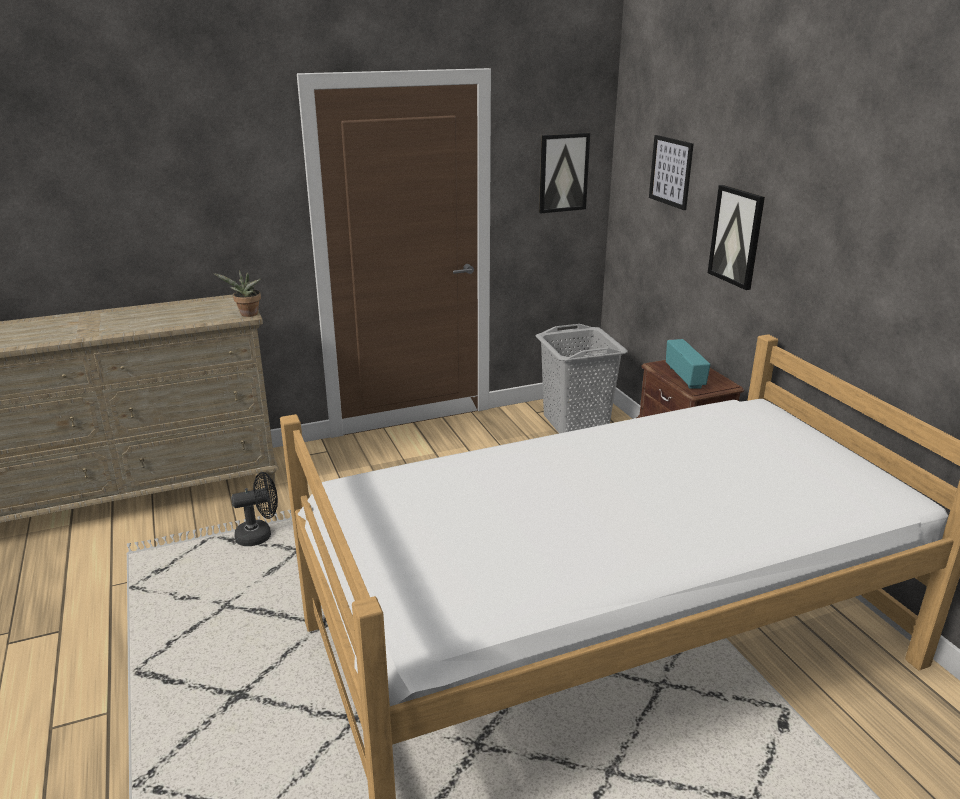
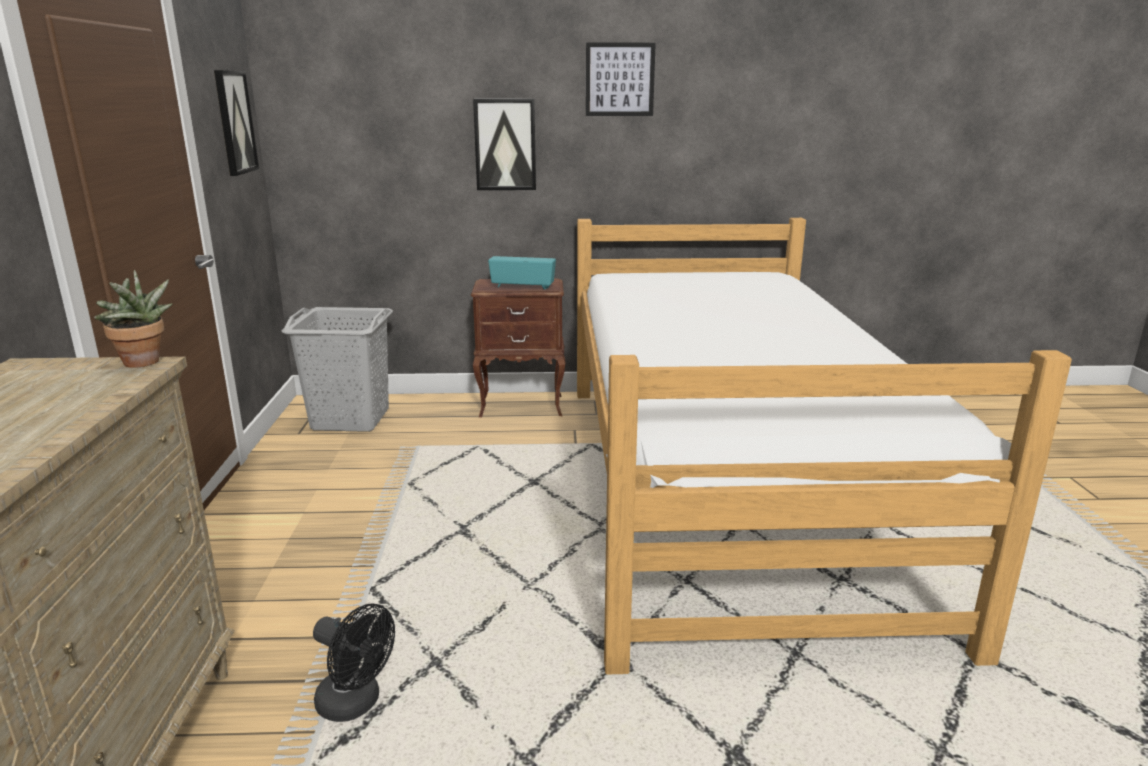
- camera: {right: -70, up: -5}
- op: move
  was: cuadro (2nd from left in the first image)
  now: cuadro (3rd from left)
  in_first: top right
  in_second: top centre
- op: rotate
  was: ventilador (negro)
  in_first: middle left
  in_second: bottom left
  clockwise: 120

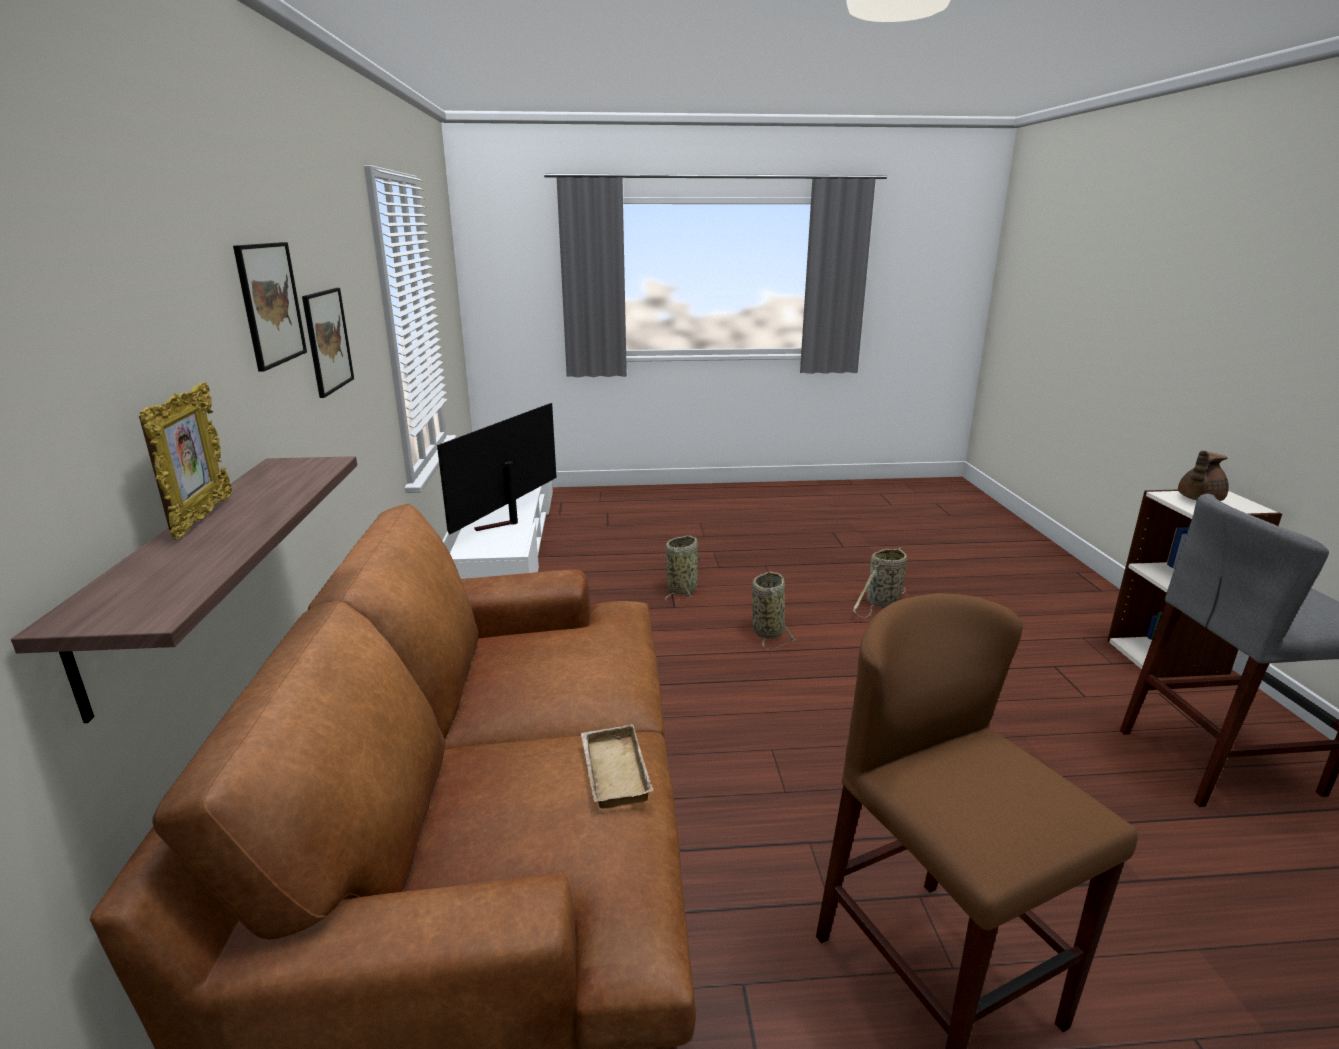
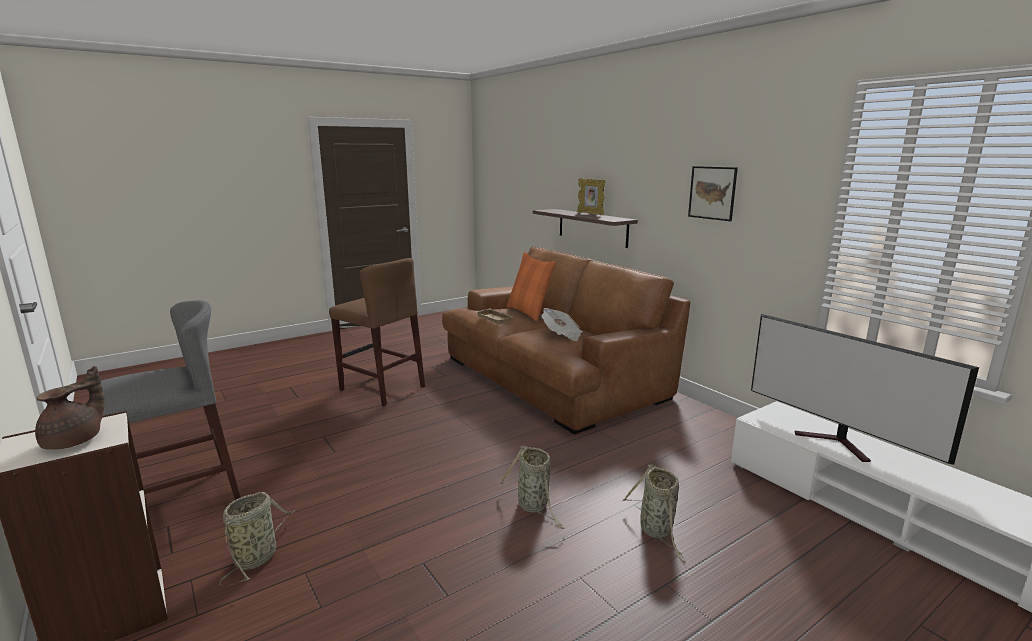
- camera: {right: 150, up: -5}
- op: delete
  was: cuadro (1st from left)
  in_first: top left
- op: rotate
  was: televisor
  in_first: centre
  in_second: middle right
  clockwise: 150
- op: move
  was: cesta (3rd from left in the first image)
  now: cesta (1st from left)
  in_first: centre
  in_second: bottom left
- op: insert
  now: cojín (naranja)
  in_second: centre
- op: insert
  now: periódico
  in_second: centre

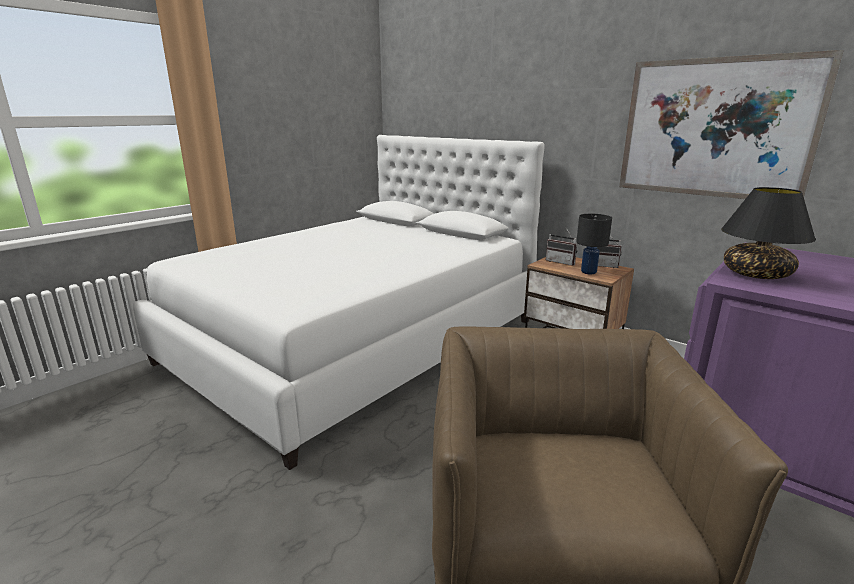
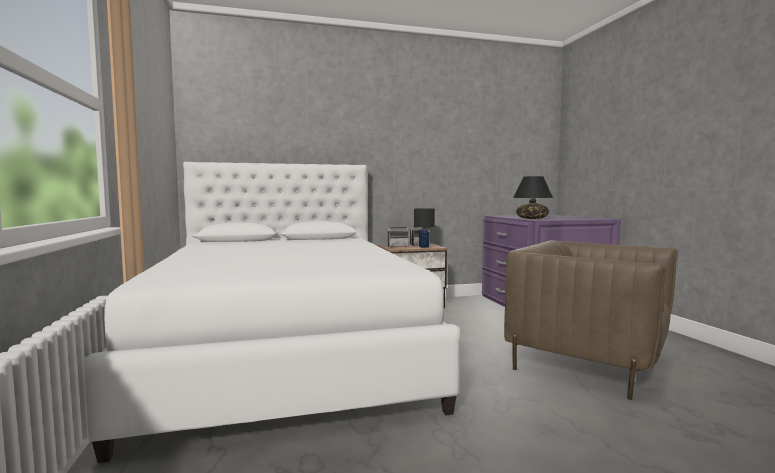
- camera: {right: -55, up: -15}
- op: delete
  was: cuadro
  in_first: top right

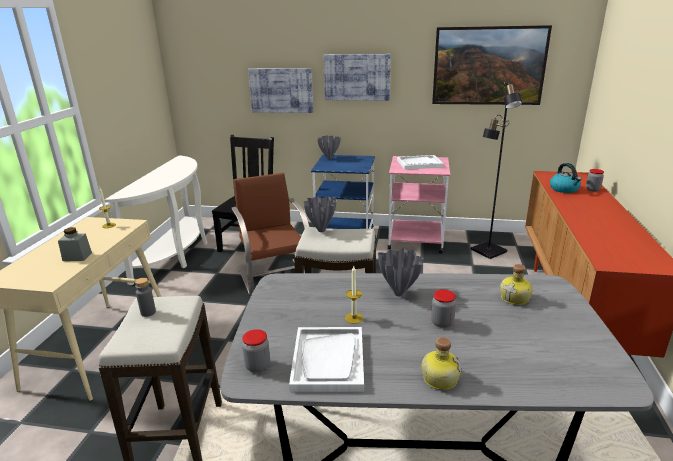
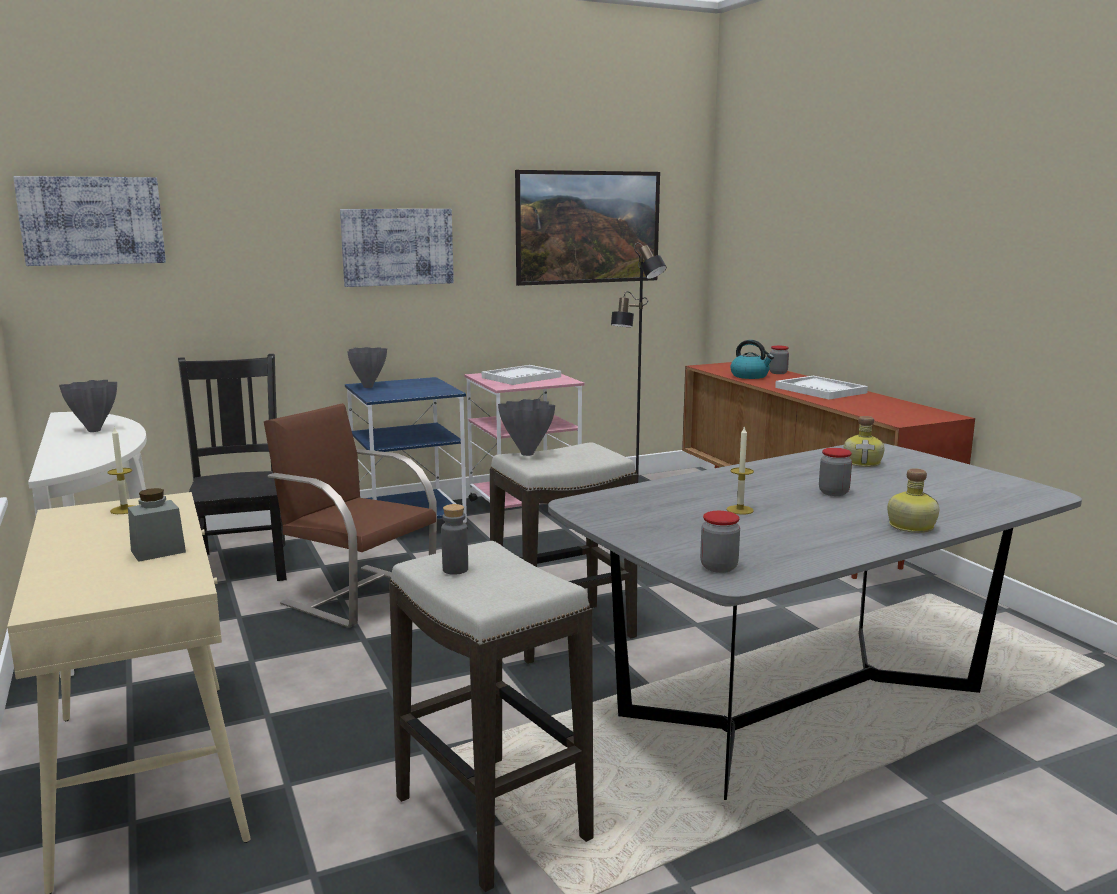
- camera: {right: -35, up: -10}
- op: move
  was: cuadro (1st from left)
  in_first: top centre
  in_second: top left
- op: move
  was: florero (gris) (3rd from left in the first image)
  now: florero (gris) (1st from left)
  in_first: centre
  in_second: middle left
- op: move
  was: bandeja (blanco) (1st from left in the first image)
  now: bandeja (blanco) (2nd from left)
  in_first: bottom centre
  in_second: middle right

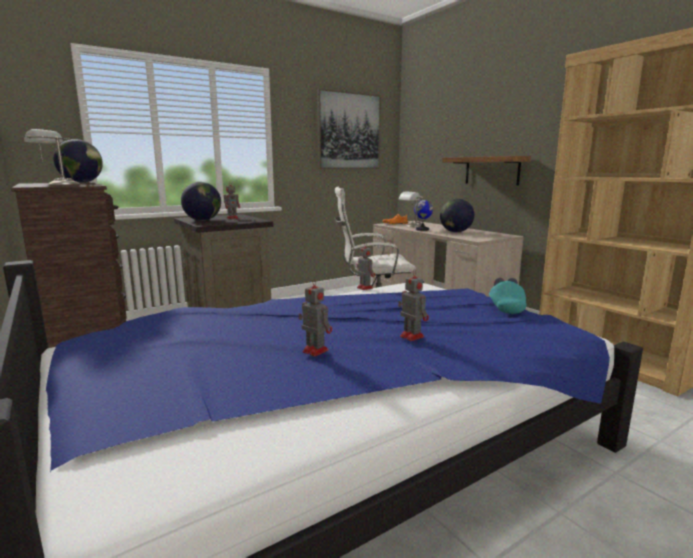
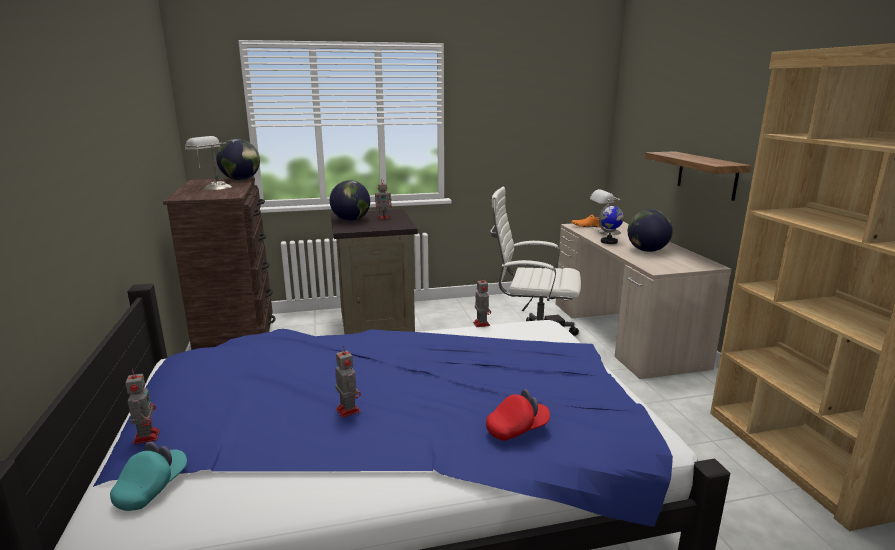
- camera: {right: 20, up: 5}
- op: delete
  was: cuadro
  in_first: top centre
- op: move
  was: robot de juguete (4th from left in the first image)
  now: robot de juguete (1st from left)
  in_first: centre
  in_second: bottom left
- op: move
  was: gorra (turquesa)
  in_first: middle right
  in_second: bottom left
- op: insert
  now: gorra (rojo)
  in_second: bottom centre

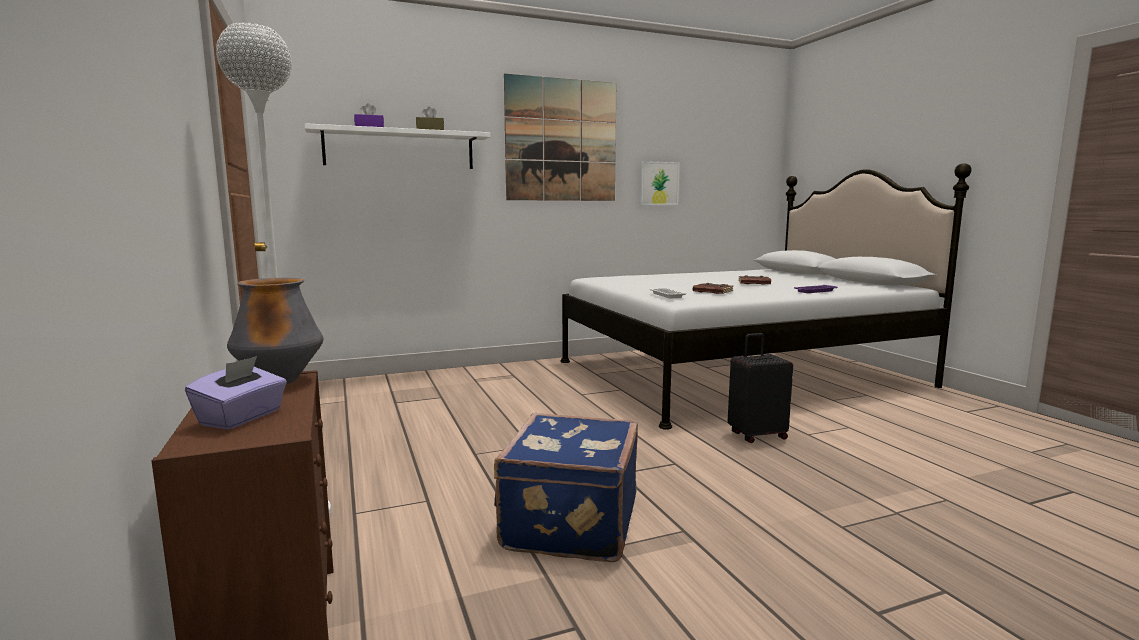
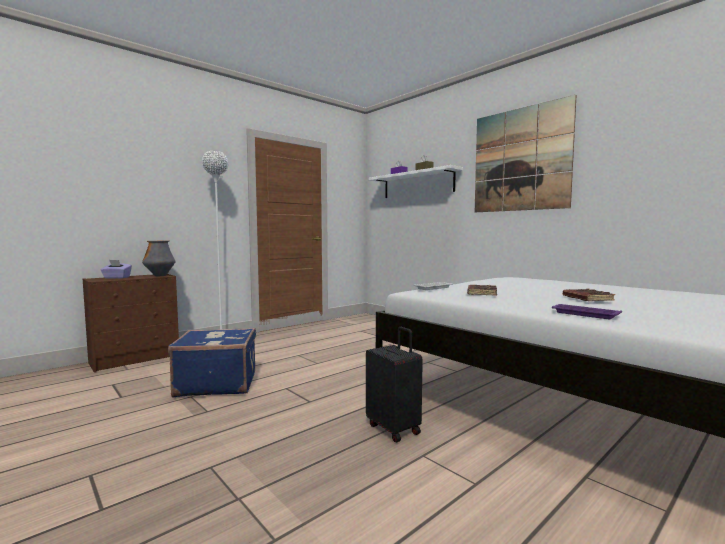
- camera: {right: 70, up: -5}
- op: delete
  was: cuadro (2nd from left)
  in_first: top centre

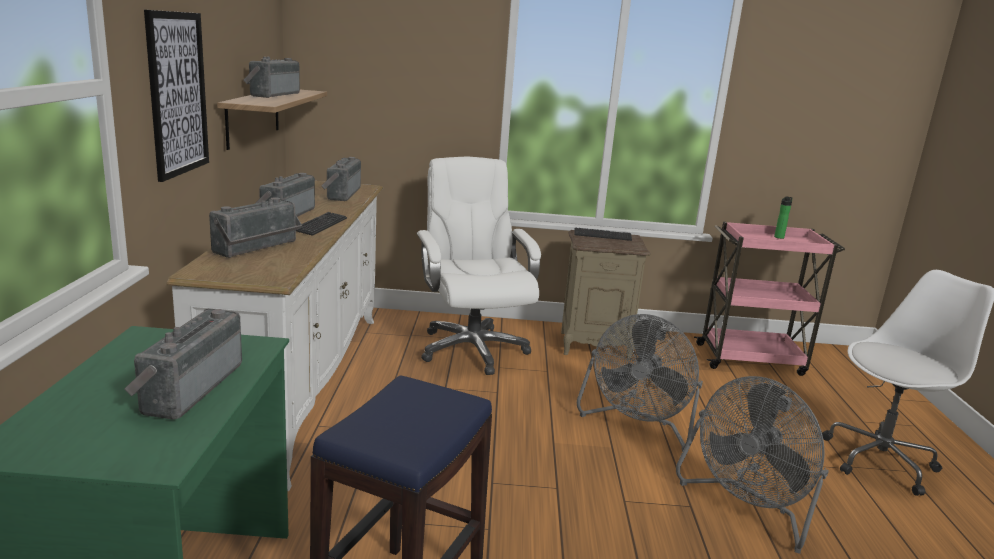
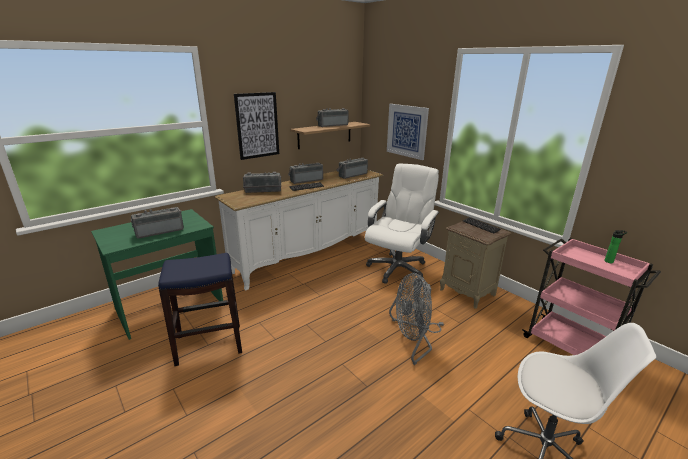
- camera: {right: 50, up: 5}
- op: delete
  was: ventilador (gris) (2nd from left)
  in_first: bottom right
- op: insert
  now: cuadro (2nd from left)
  in_second: top centre

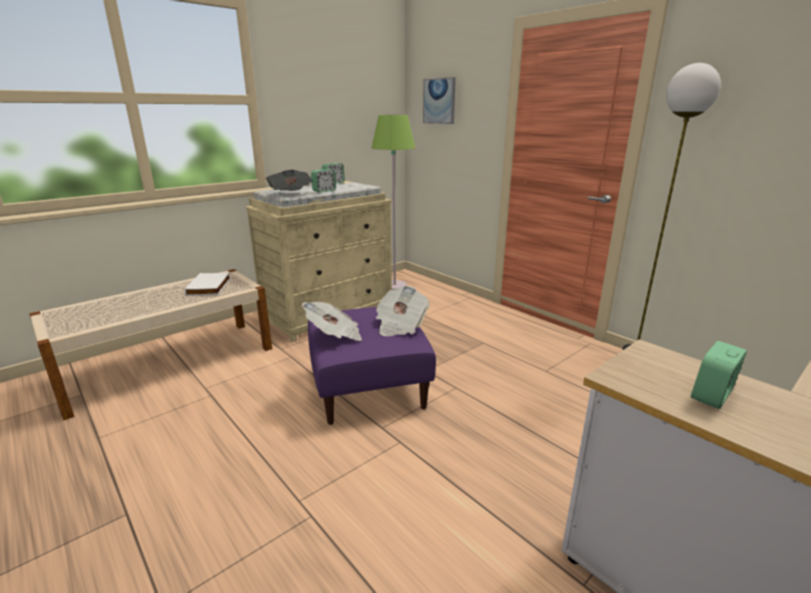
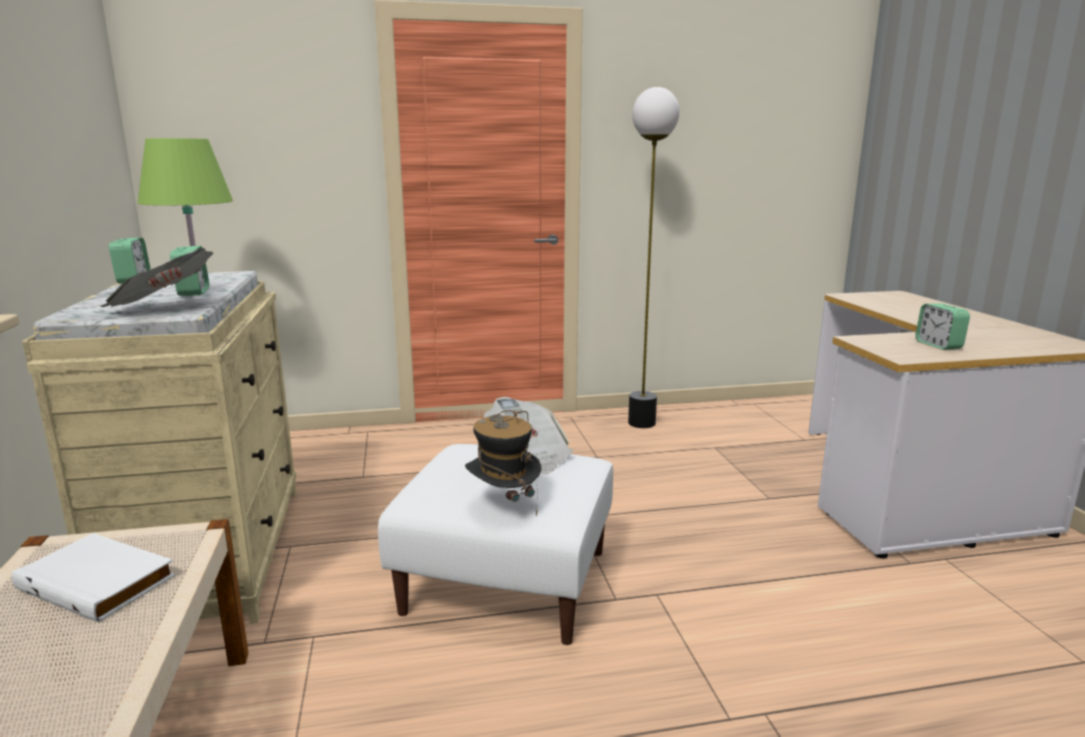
- camera: {right: -60, up: -5}
- op: delete
  was: cuadro
  in_first: top centre
- op: replace
  was: periódico (2nd from left)
  now: sombrero
  in_first: centre
  in_second: centre
- op: recolor
  was: puf (morado)
  now: puf (blanco)
  in_first: centre
  in_second: bottom centre

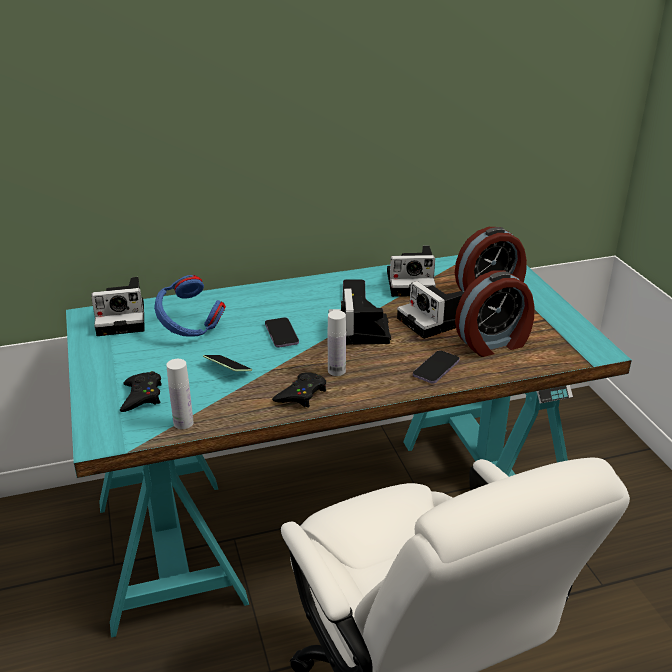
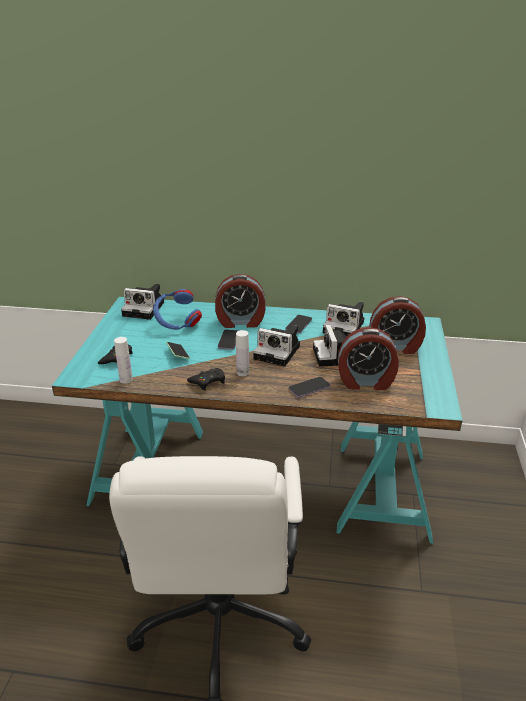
- camera: {right: 25, up: 0}
- op: rotate
  was: cámara (2nd from left)
  in_first: centre
  in_second: centre
  clockwise: -90
- op: insert
  now: despertador (1st from left)
  in_second: centre

